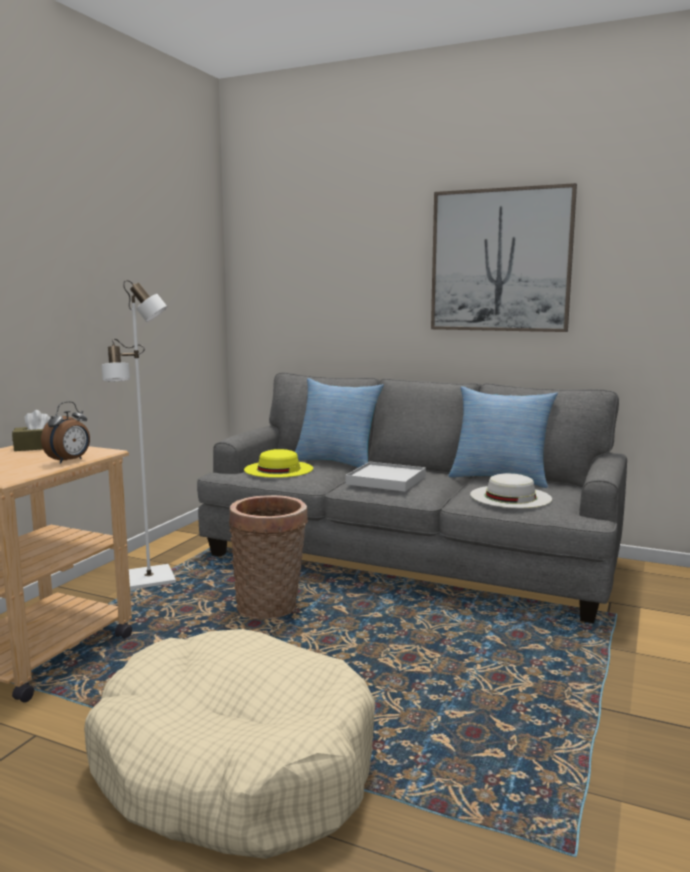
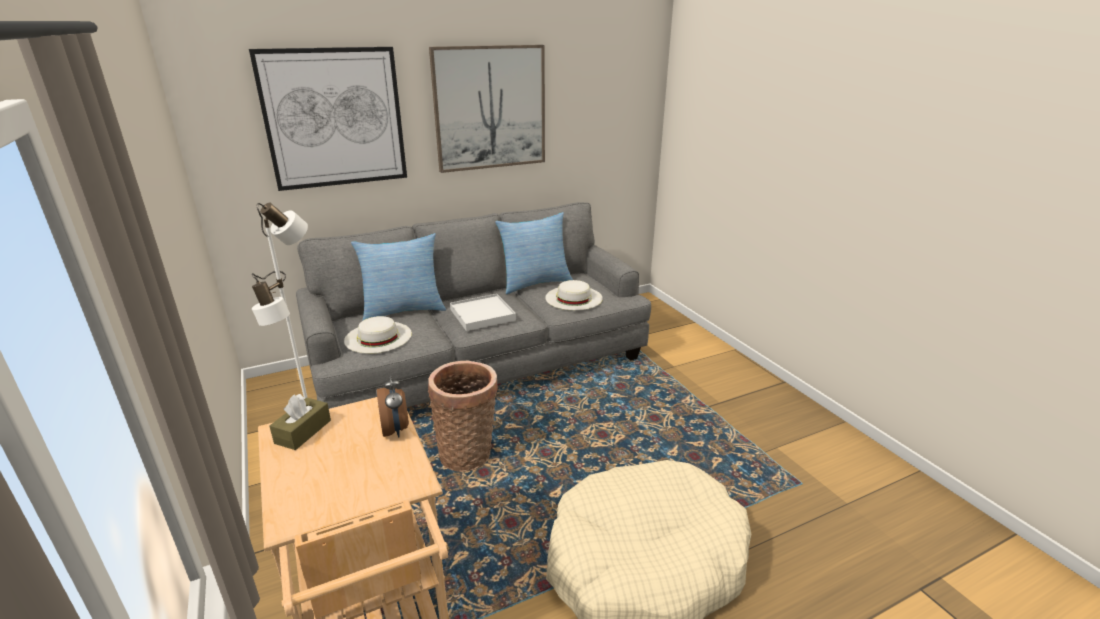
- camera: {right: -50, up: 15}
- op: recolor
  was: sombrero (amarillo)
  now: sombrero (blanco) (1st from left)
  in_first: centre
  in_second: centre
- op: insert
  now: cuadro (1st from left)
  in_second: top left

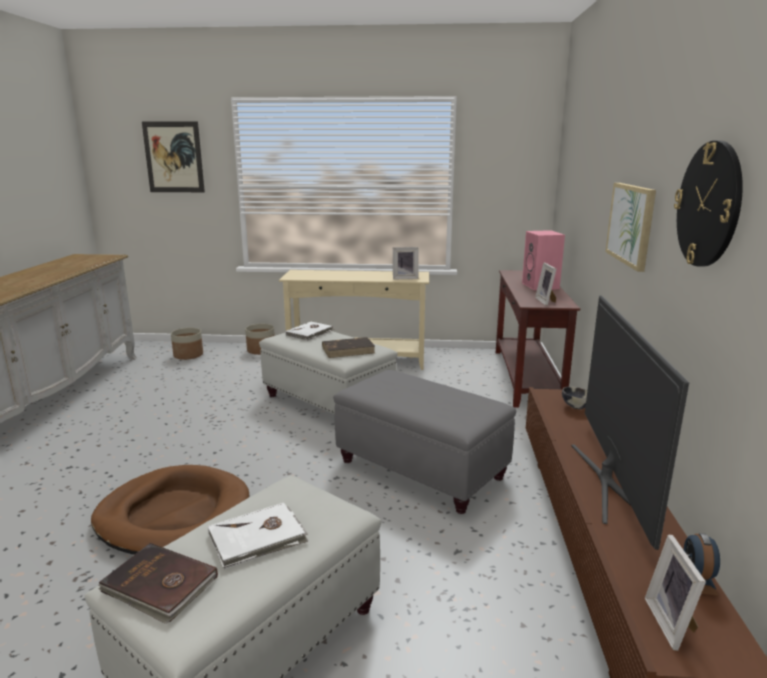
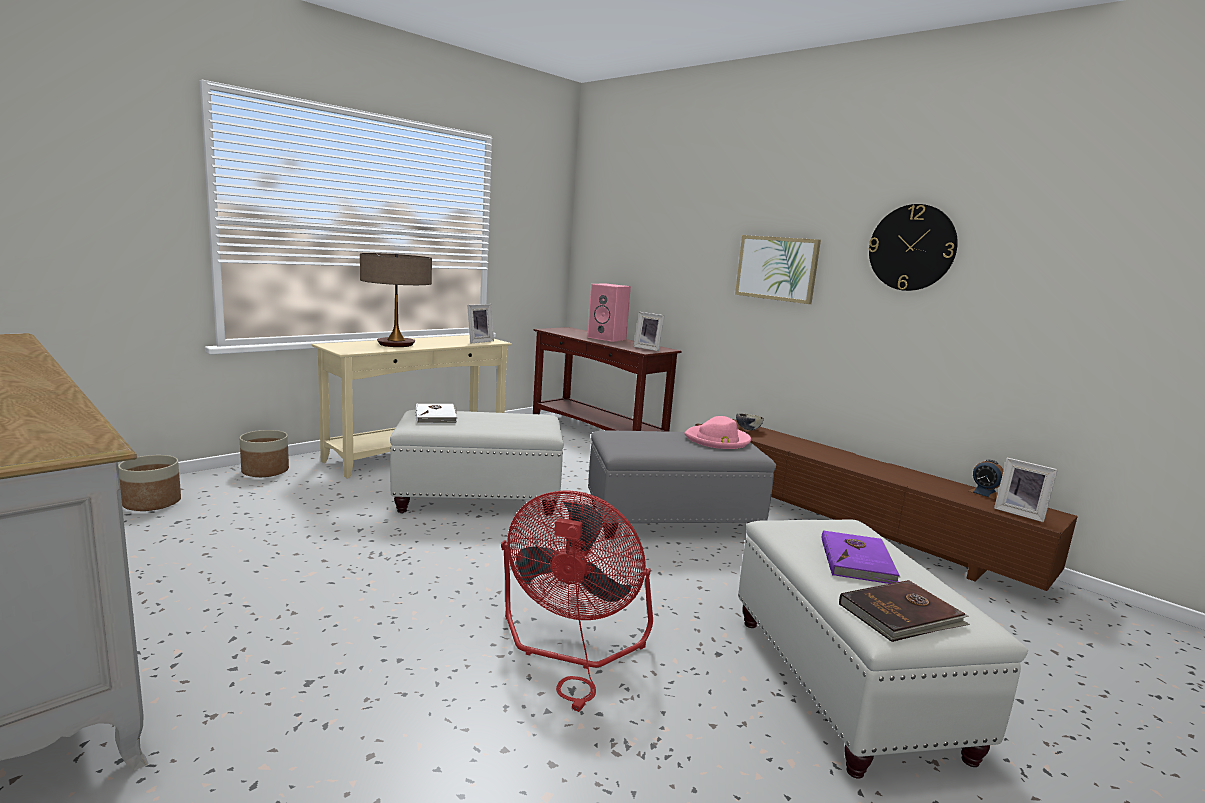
- camera: {right: -50, up: -5}
- op: delete
  was: cuadro (1st from left)
  in_first: top left
- op: delete
  was: televisor
  in_first: middle right
- op: delete
  was: libro (marrón) (2nd from left)
  in_first: centre
- op: replace
  was: cama para perro (marrón)
  now: ventilador (rojo)
  in_first: bottom left
  in_second: bottom centre
- op: recolor
  was: libro (blanco) (1st from left)
  now: libro (morado)
  in_first: bottom centre
  in_second: bottom right
- op: insert
  now: lámpara de mesa
  in_second: middle left
- op: insert
  now: sombrero (rosa)
  in_second: centre

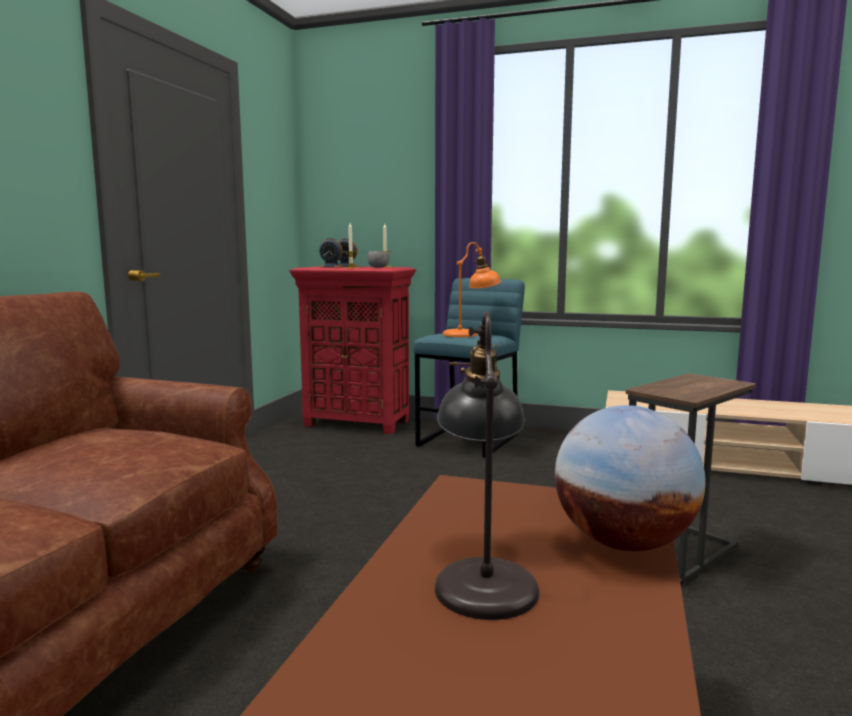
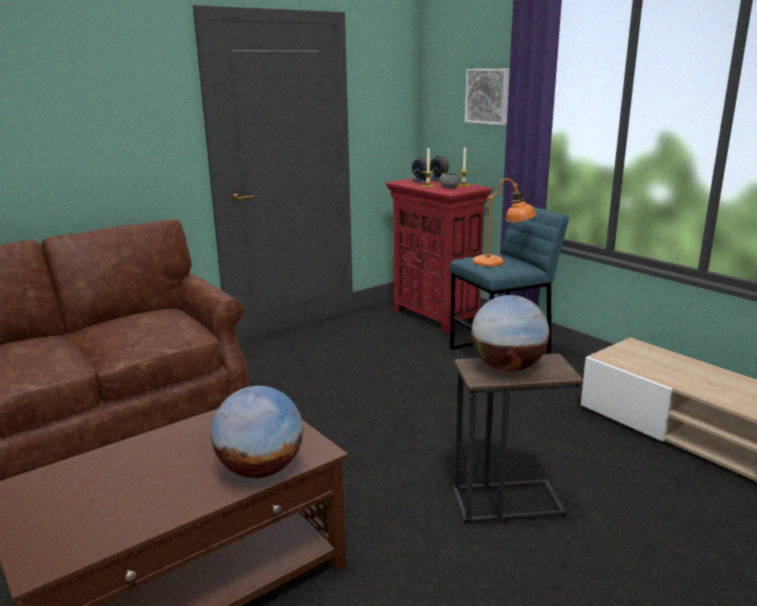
- camera: {right: 35, up: 10}
- op: delete
  was: lámpara de mesa (gris)
  in_first: centre
- op: insert
  now: cuadro
  in_second: top centre
- op: insert
  now: globo terráqueo (2nd from left)
  in_second: middle right

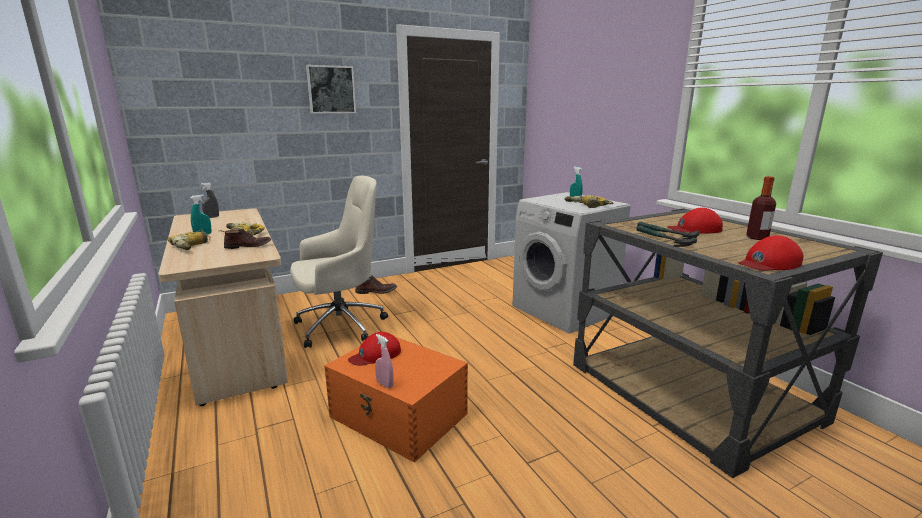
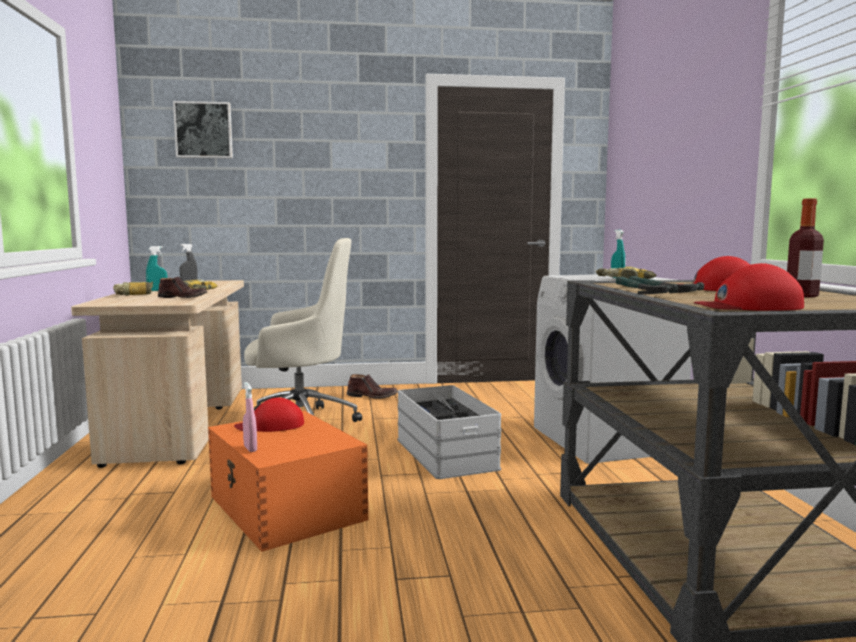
- camera: {right: 20, up: -10}
- op: move
  was: cuadro
  in_first: top centre
  in_second: top left
- op: insert
  now: caja de almacenaje (gris)
  in_second: bottom centre

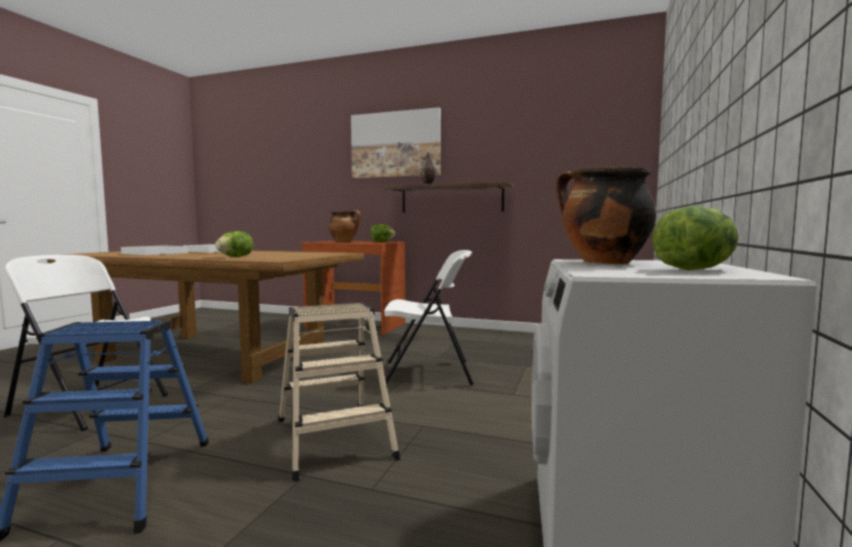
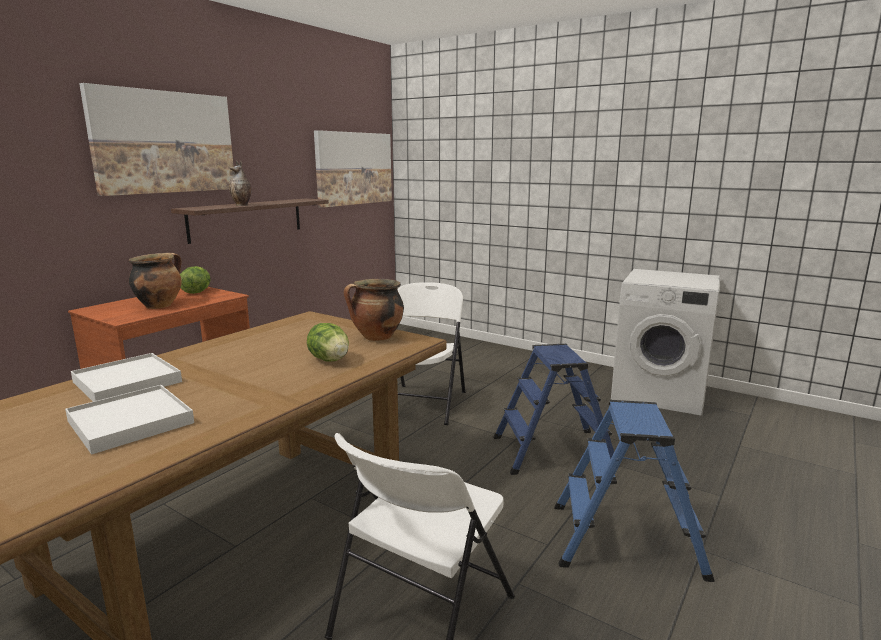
- camera: {right: -75, up: 10}
- op: move
  was: olla (2nd from left)
  in_first: middle right
  in_second: centre
- op: delete
  was: lechuga (3rd from left)
  in_first: middle right
- op: recolor
  was: escalera de tijera (beis)
  now: escalera de tijera (azul) (1st from left)
  in_first: bottom centre
  in_second: centre
- op: insert
  now: cuadro (2nd from left)
  in_second: top centre

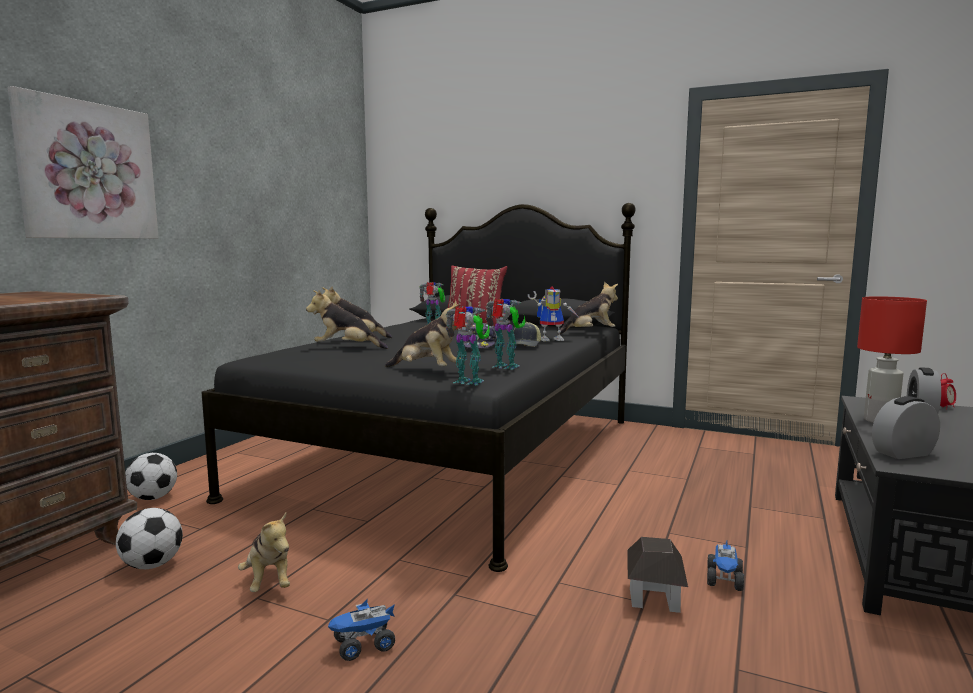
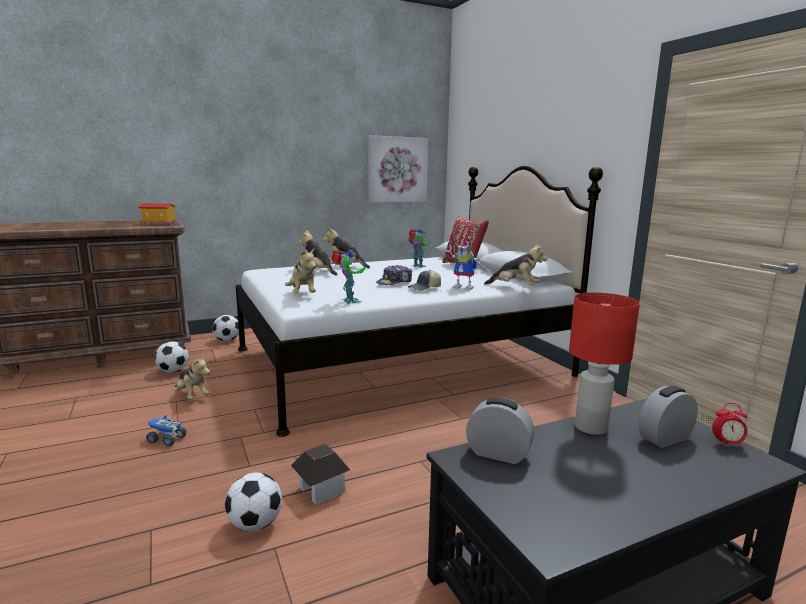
- camera: {right: 40, up: 5}
- op: move
  was: cuadro
  in_first: top left
  in_second: top centre
- op: recolor
  was: cama (negro)
  now: cama (blanco)
  in_first: centre
  in_second: centre
- op: delete
  was: robot de juguete (2nd from left)
  in_first: centre
- op: rotate
  was: peluche (1st from left)
  in_first: bottom left
  in_second: middle left
  clockwise: -60
- op: delete
  was: camión de juguete (2nd from left)
  in_first: bottom right
- op: insert
  now: casita (1st from left)
  in_second: middle left
- op: insert
  now: balón de fútbol (3rd from left)
  in_second: bottom left

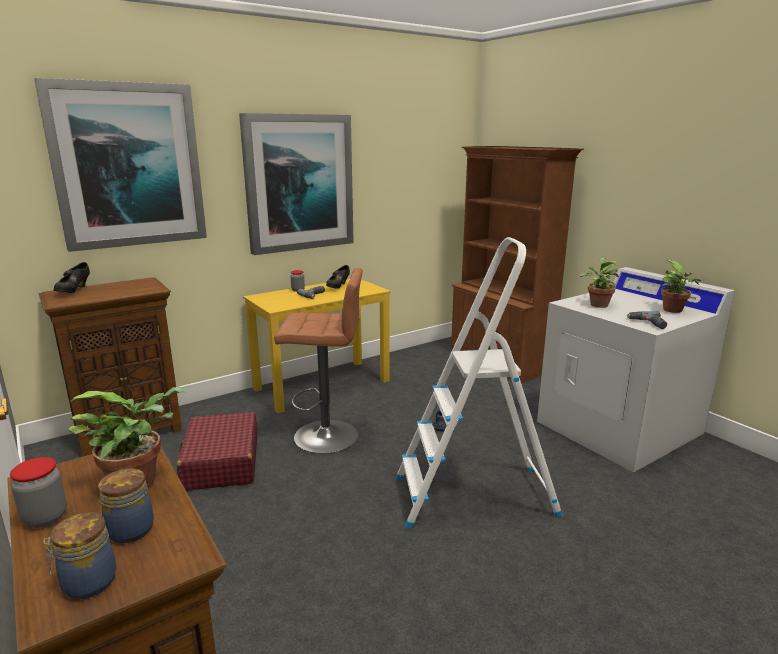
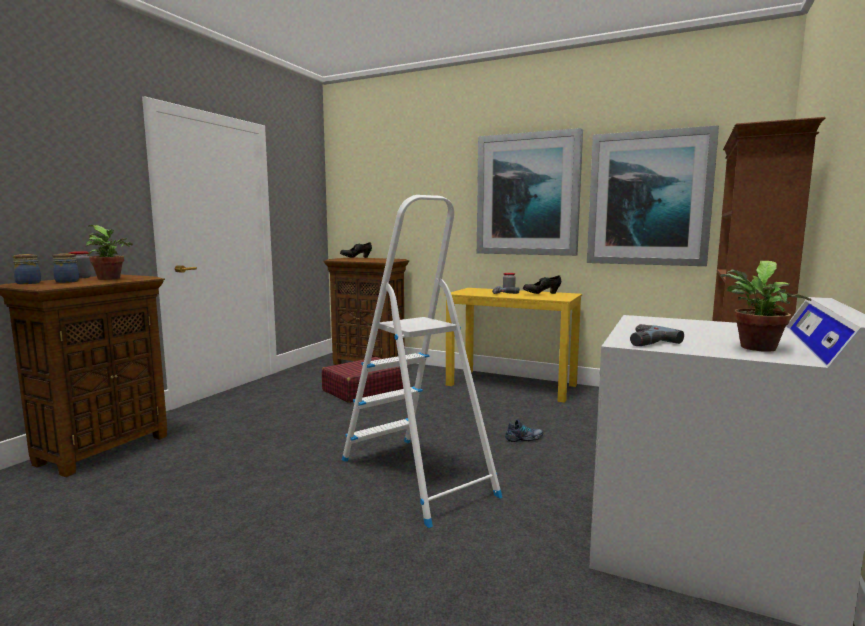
- camera: {right: 60, up: -10}
- op: move
  was: cuadro (1st from left in the first image)
  now: cuadro (2nd from left)
  in_first: top left
  in_second: top right
- op: delete
  was: planta en maceta (2nd from left)
  in_first: middle right
- op: delete
  was: taburete (marrón)
  in_first: centre

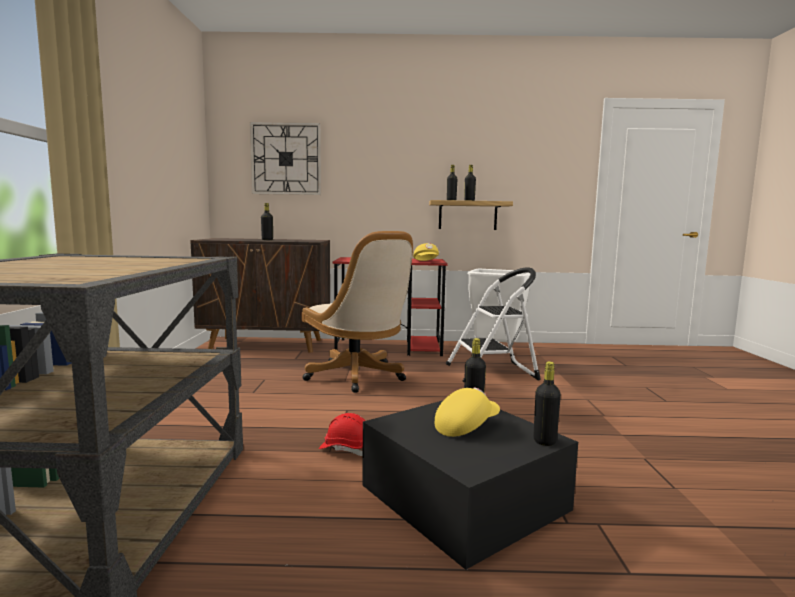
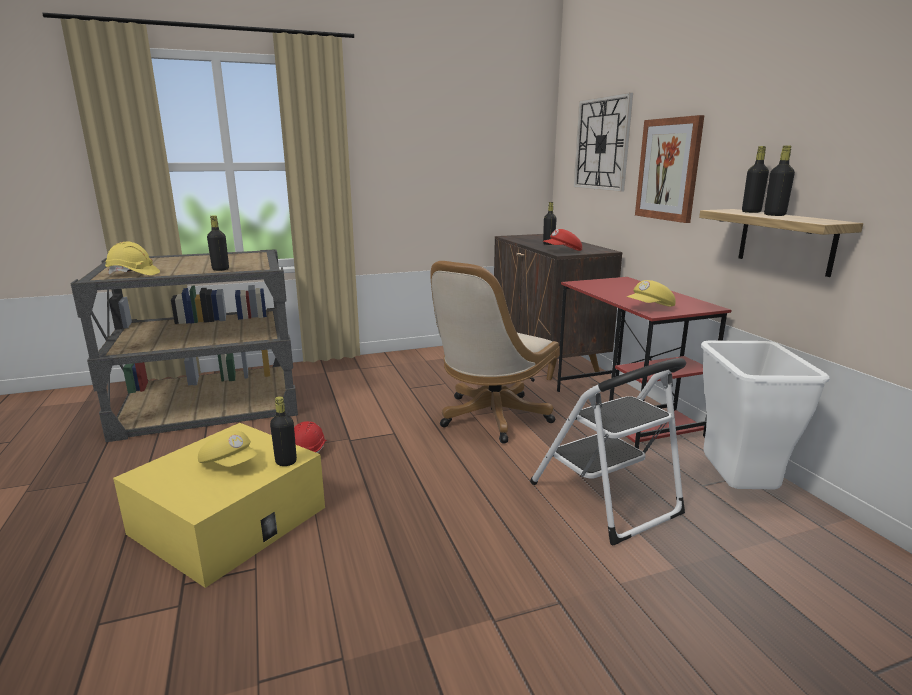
- camera: {right: 70, up: 10}
- op: move
  was: botella (negro) (5th from left in the first image)
  now: botella (negro) (1st from left)
  in_first: bottom right
  in_second: middle left
- op: recolor
  was: caja de almacenaje (negro)
  now: caja de almacenaje (amarillo)
  in_first: bottom centre
  in_second: bottom left
- op: insert
  now: cuadro
  in_second: top right
- op: insert
  now: gorra (rojo)
  in_second: centre
- op: insert
  now: casco (amarillo)
  in_second: middle left

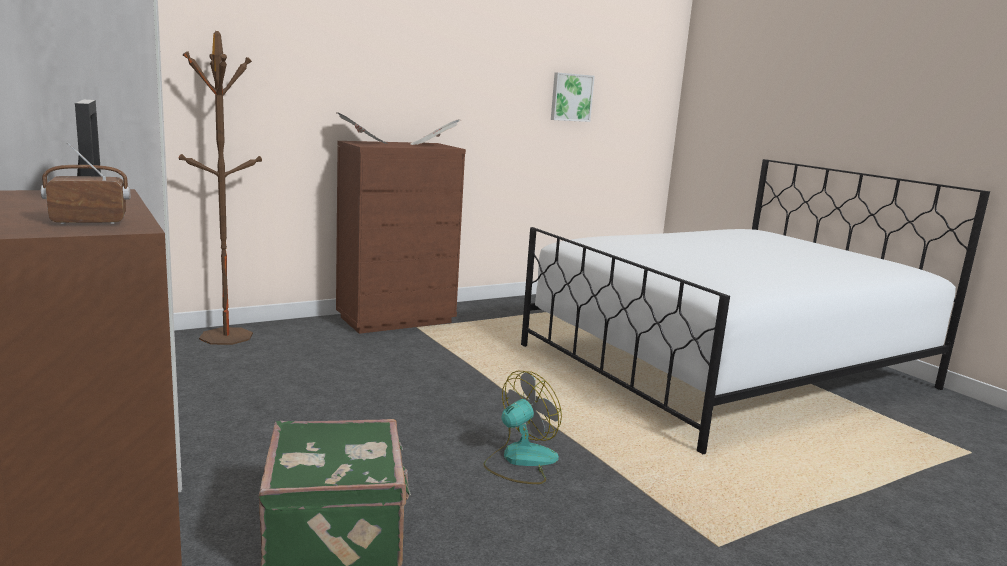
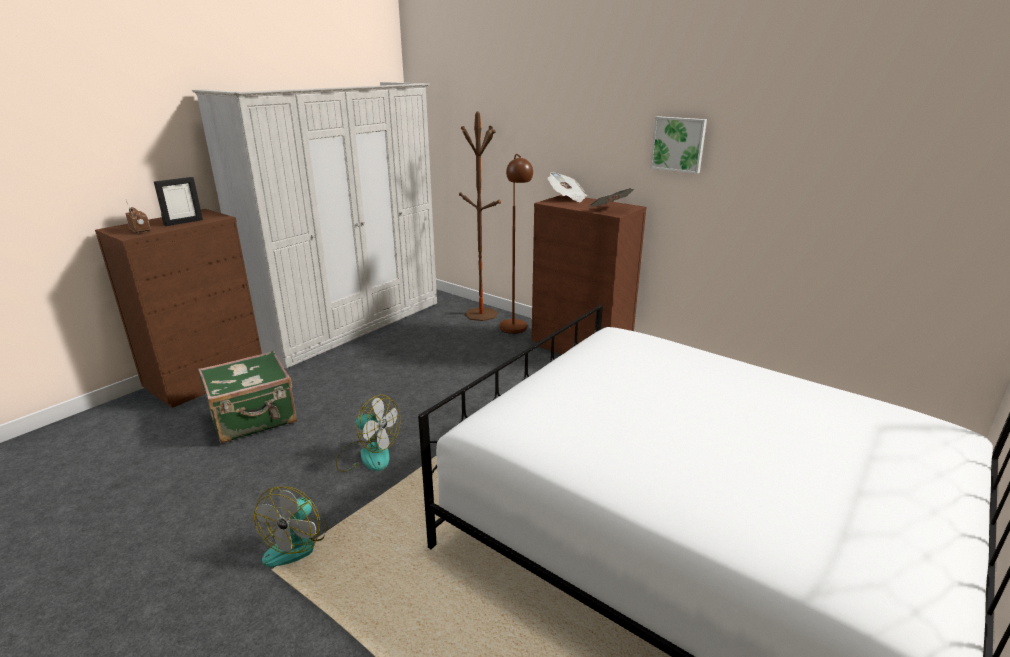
- camera: {right: 70, up: 10}
- op: move
  was: cuadro
  in_first: top centre
  in_second: top right
- op: insert
  now: lámpara de pie (marrón)
  in_second: centre
- op: insert
  now: ventilador (1st from left)
  in_second: bottom left

